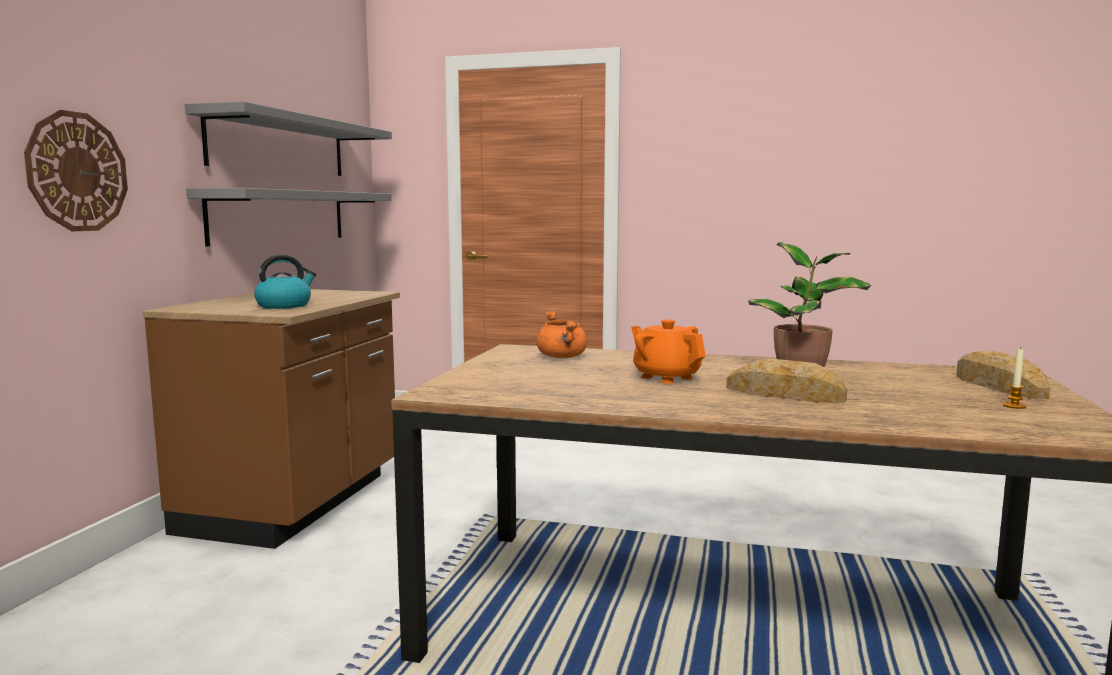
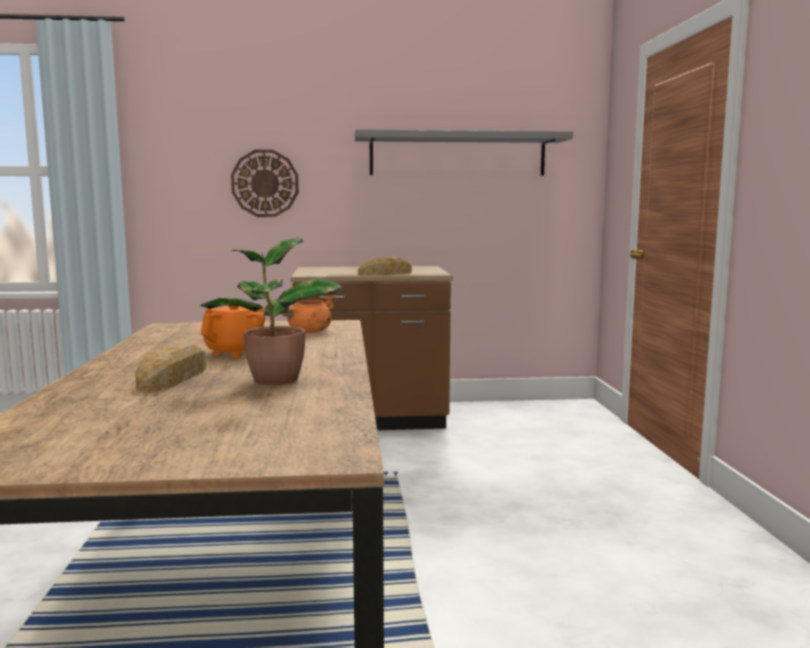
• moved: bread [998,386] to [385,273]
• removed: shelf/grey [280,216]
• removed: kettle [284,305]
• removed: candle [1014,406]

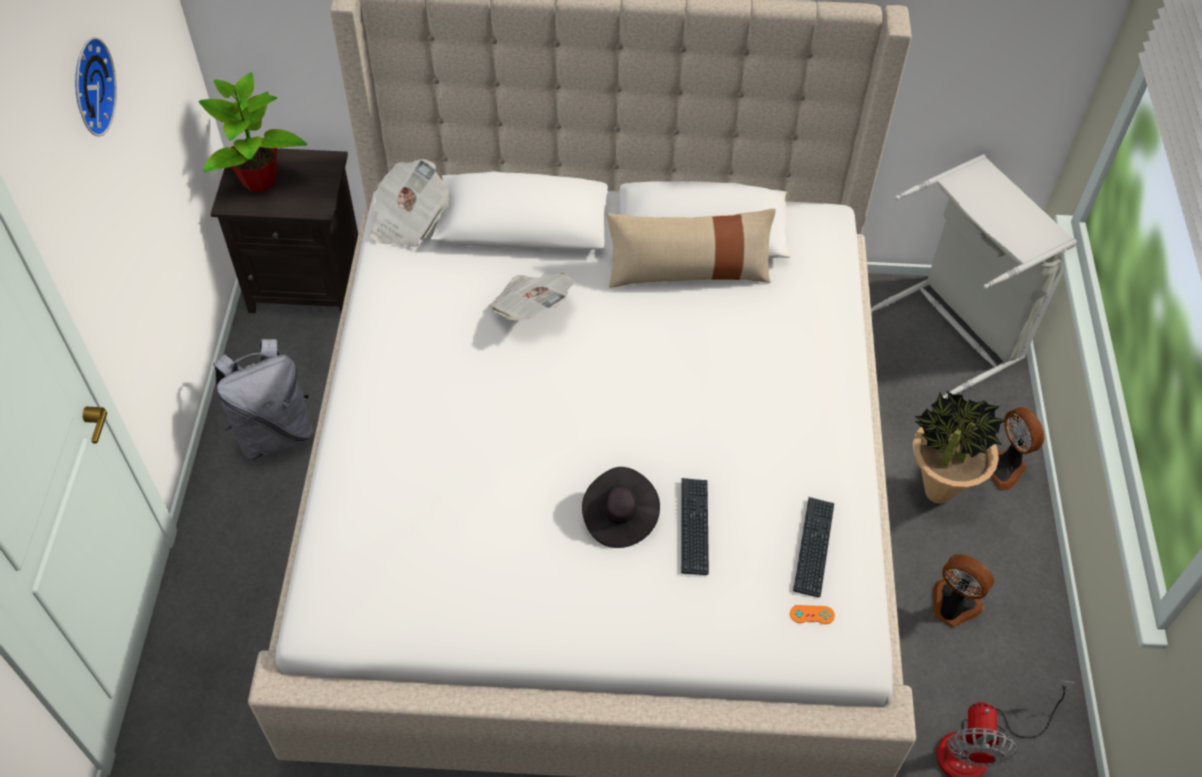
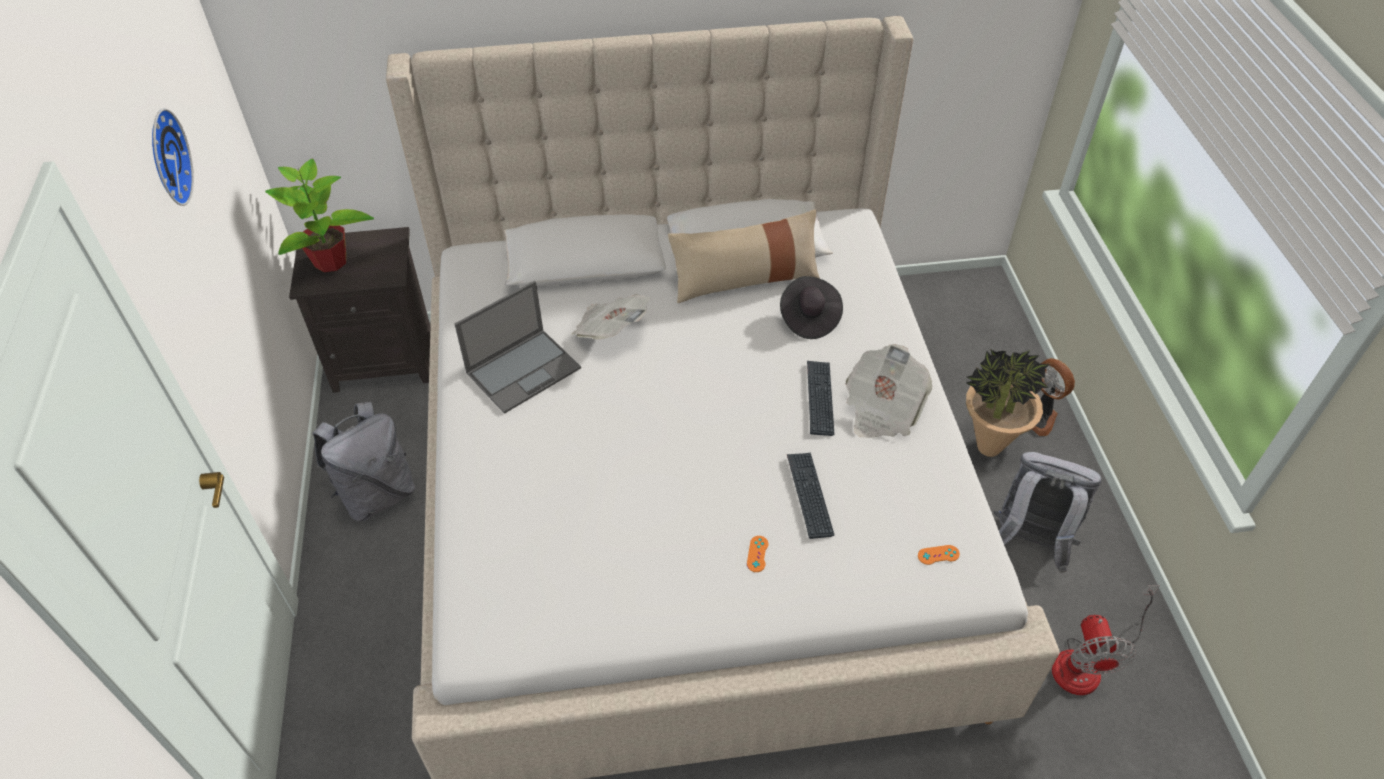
• added: laptop [524,370]
• added: game controller/orange [757,554]
• moved: hat/black [619,517] to [809,318]
• moved: keyboard [813,547] to [819,398]
• moved: newspaper [408,220] to [882,409]
• replaced: fan [952,606] to backpack/grey [1029,542]
• removed: laundry basket/grey [955,329]

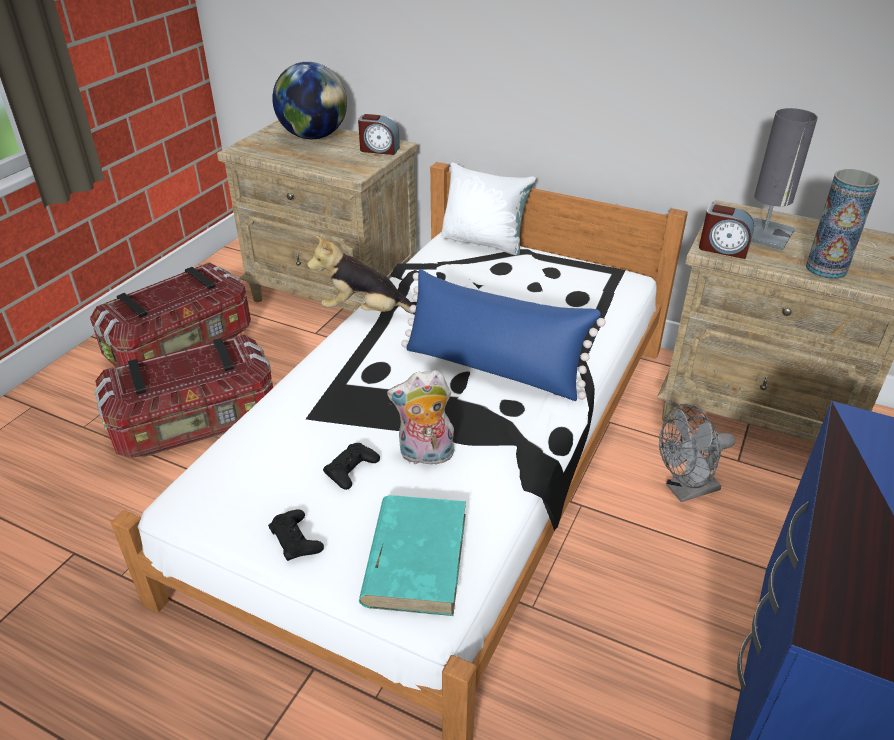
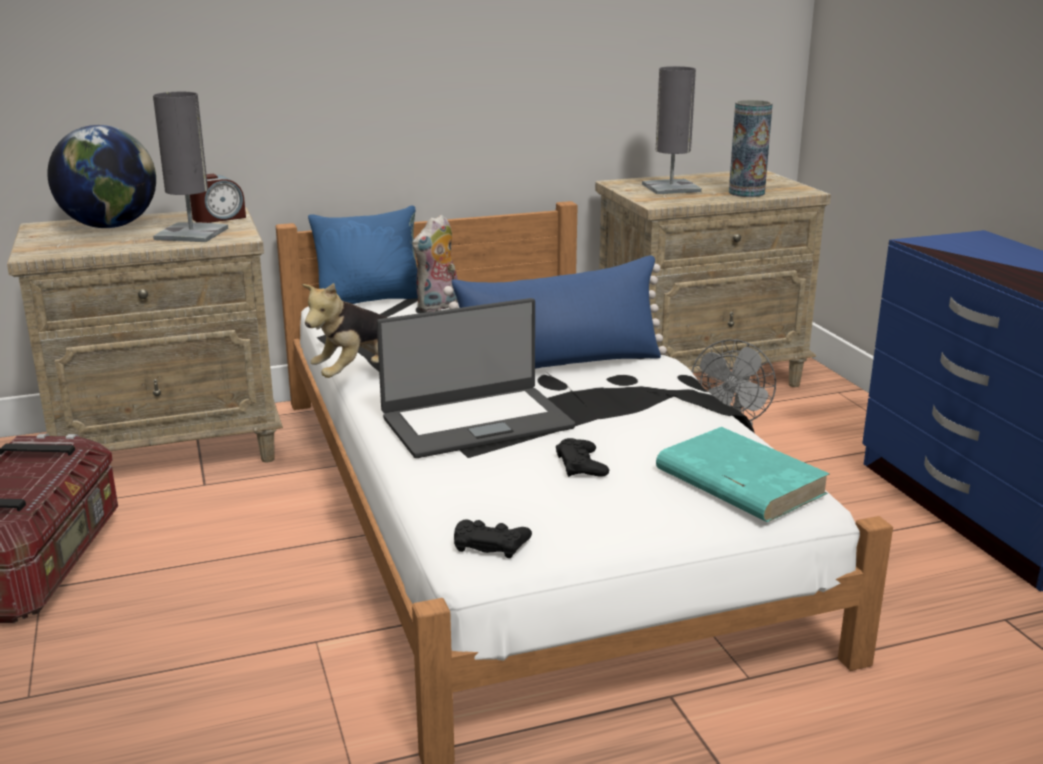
• added: table lamp/grey [191,234]
• recoloured: pillow/white [484,242] to pillow/blue [371,299]
• added: laptop [476,422]
• moved: plush toy [425,456] to [438,307]
• moved: game controller/black [296,539] to [490,544]
• removed: storage box [196,424]
• removed: alarm clock [723,249]

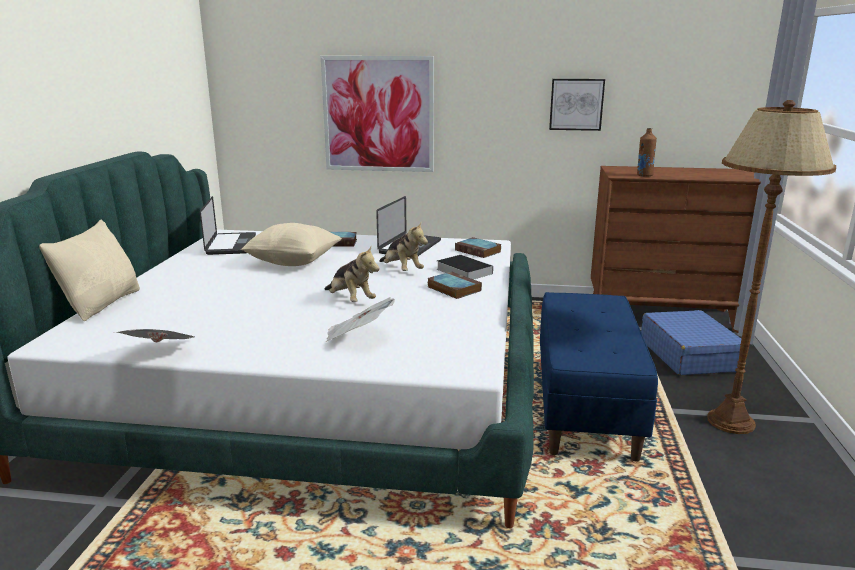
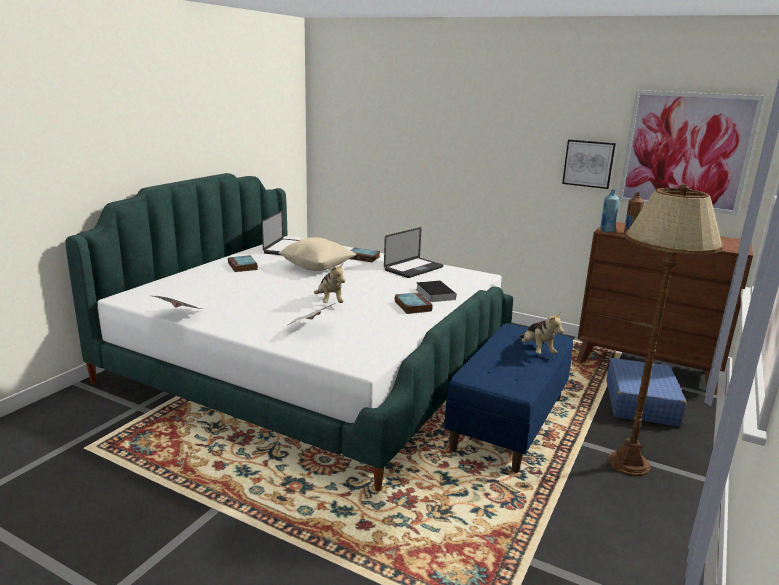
• moved: book [479,251] to [243,266]
• moved: plush toy [402,270] to [537,350]
• added: bottle/blue [607,231]
• moved: picture [378,114] to [686,151]
• removed: pillow/beige [101,304]

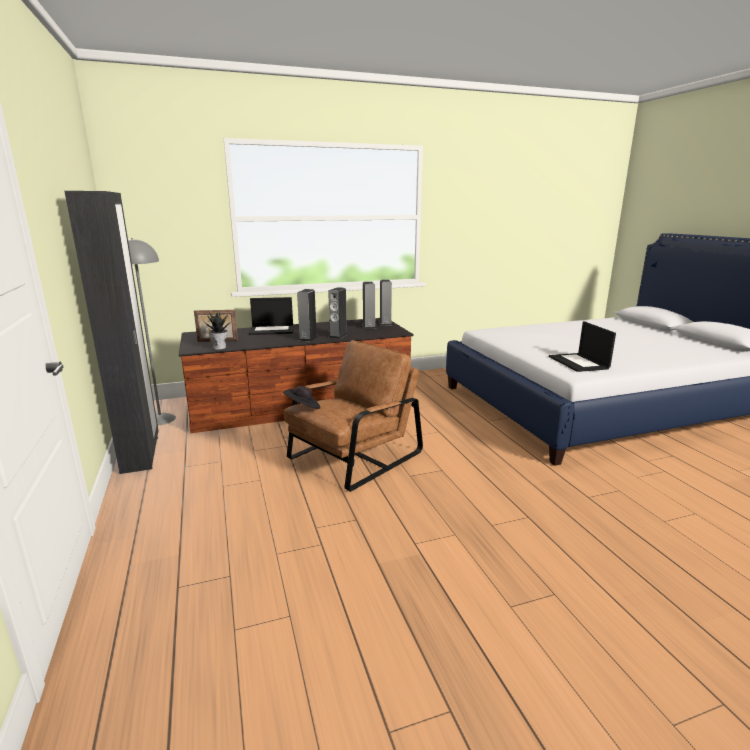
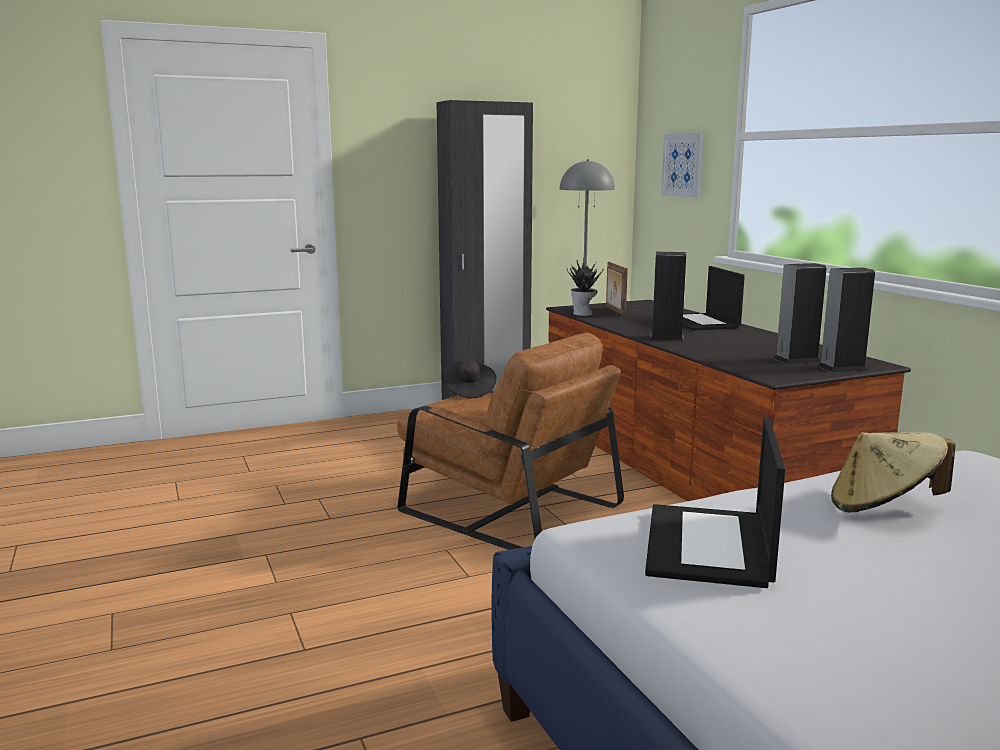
• turned: laptop [579,363] = [710,546] 60 degrees counterclockwise
• added: picture [683,165]
• added: hat/beige [883,507]
• removed: speaker [338,336]

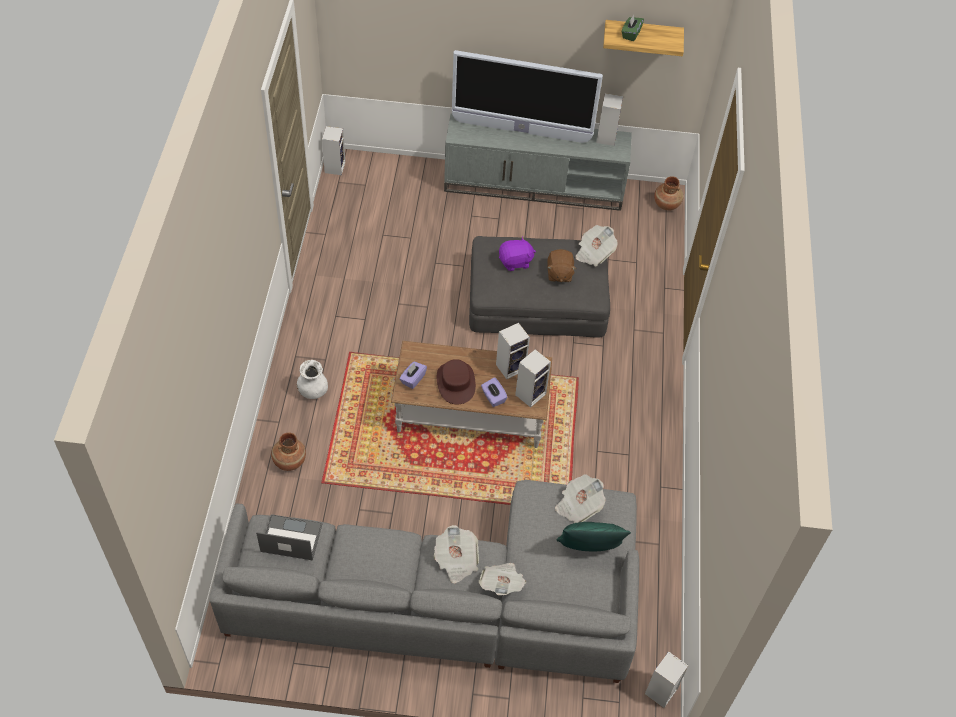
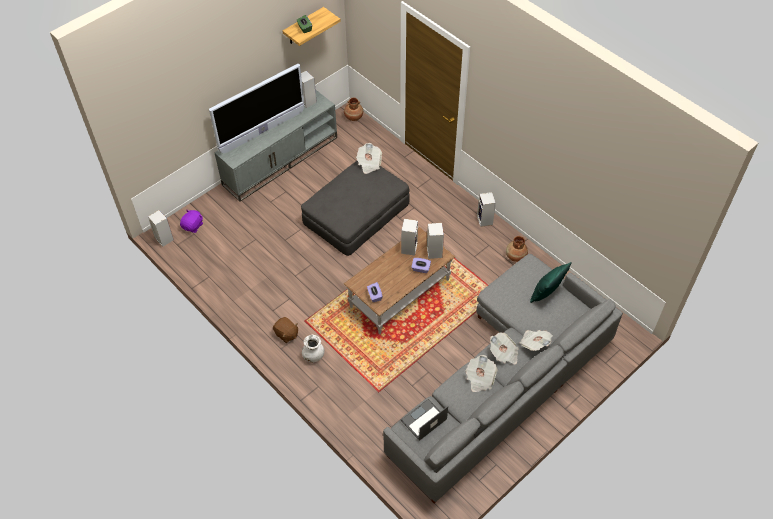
• moved: plush toy/purple [515,262] to [193,226]
• moved: plush toy/brown [559,273] to [286,334]
• moved: newspaper [578,505] to [480,378]
• moved: speaker [660,693] to [485,221]
• moved: vase/brown [289,461] to [515,256]
• removed: hat/brown [455,383]

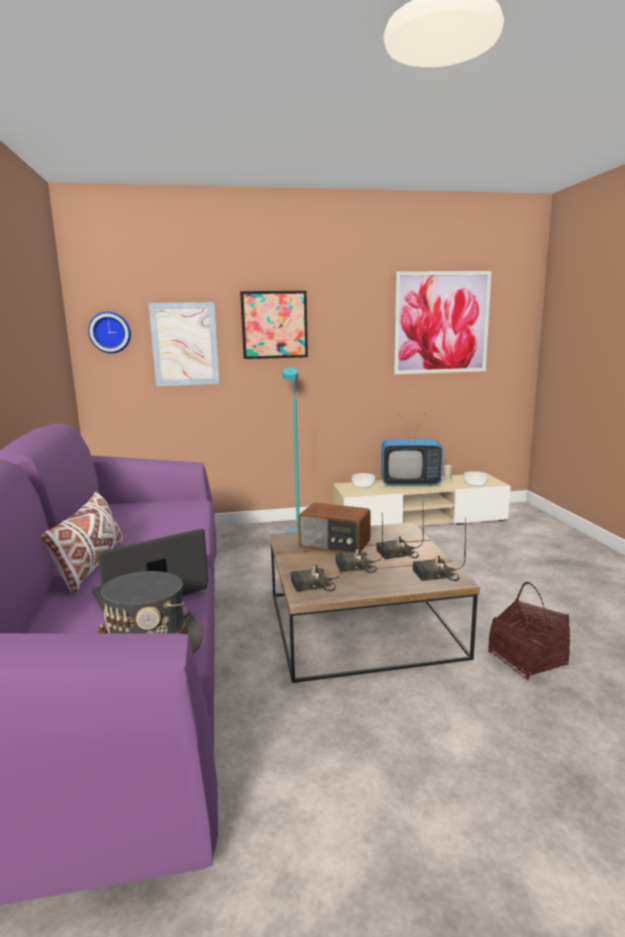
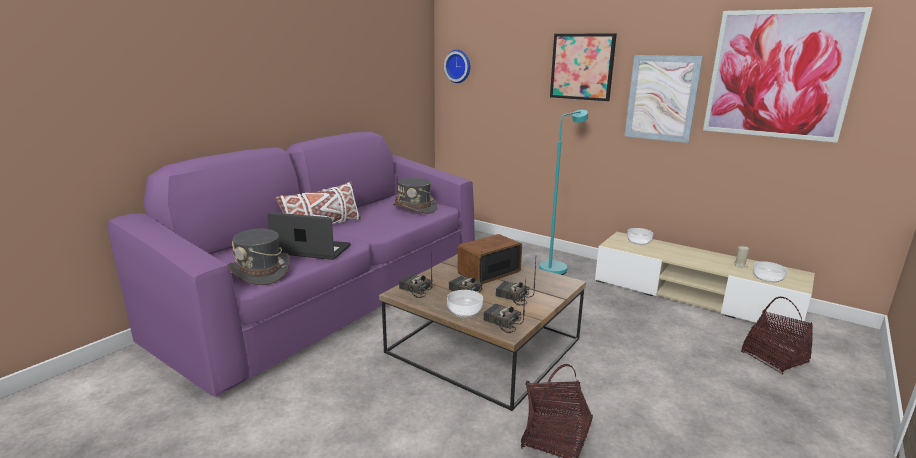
• added: hat/grey [415,208]
• added: bowl [465,311]
• turned: radio [334,544] = [488,272] 75 degrees clockwise
• moved: picture [185,344] to [661,98]
• added: basket [774,357]
• removed: television [410,483]

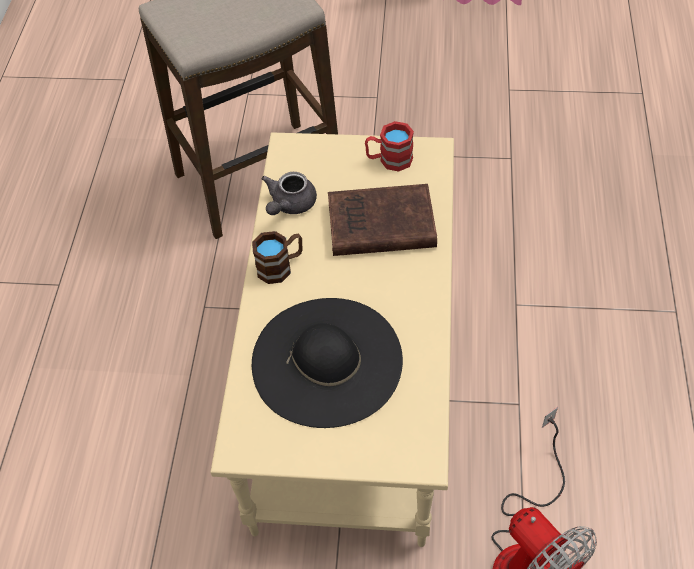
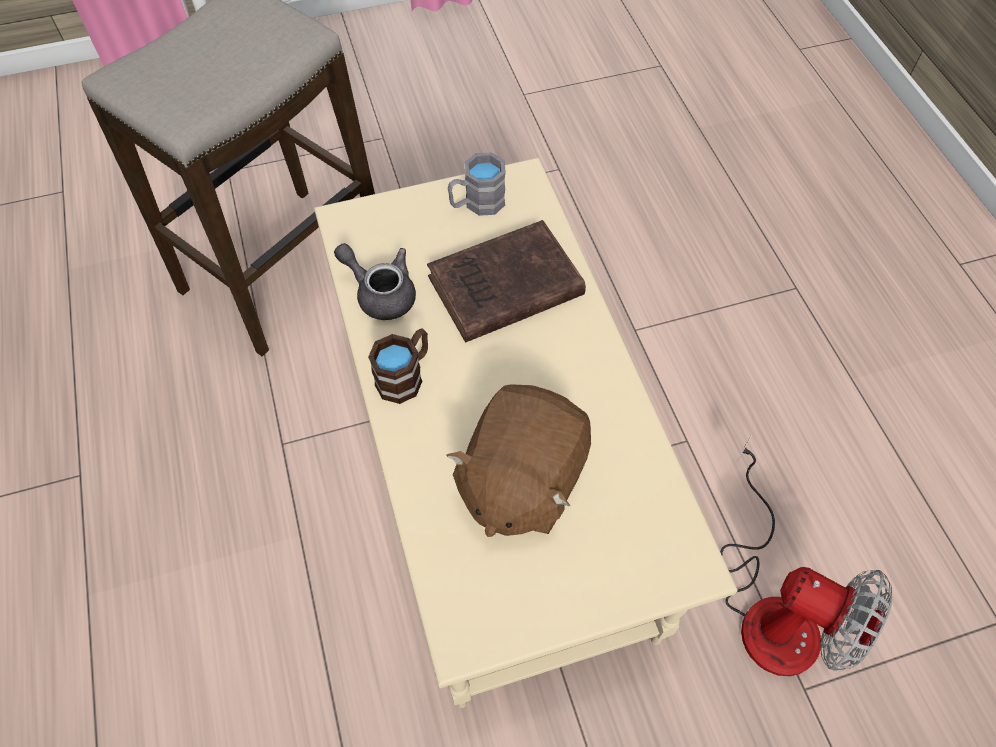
• turned: teapot/grey [289,205] = [381,293] 120 degrees clockwise
• replaced: hat/black [327,361] to plush toy/brown [520,480]
• recoloured: mug/red [389,160] to mug/grey [477,203]

